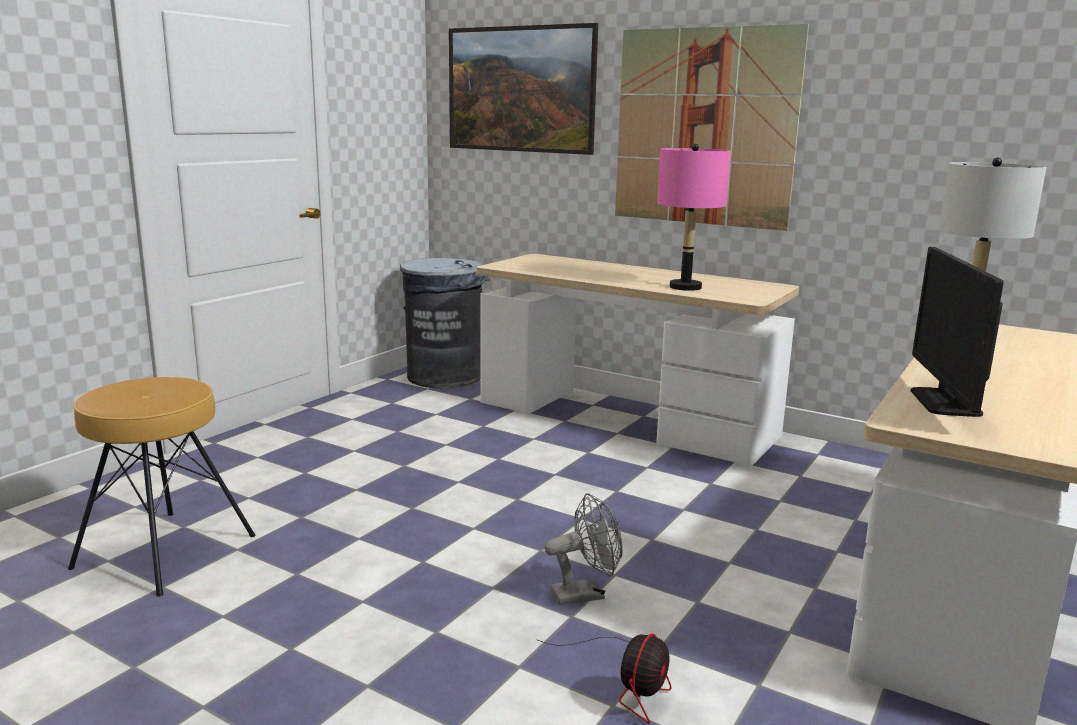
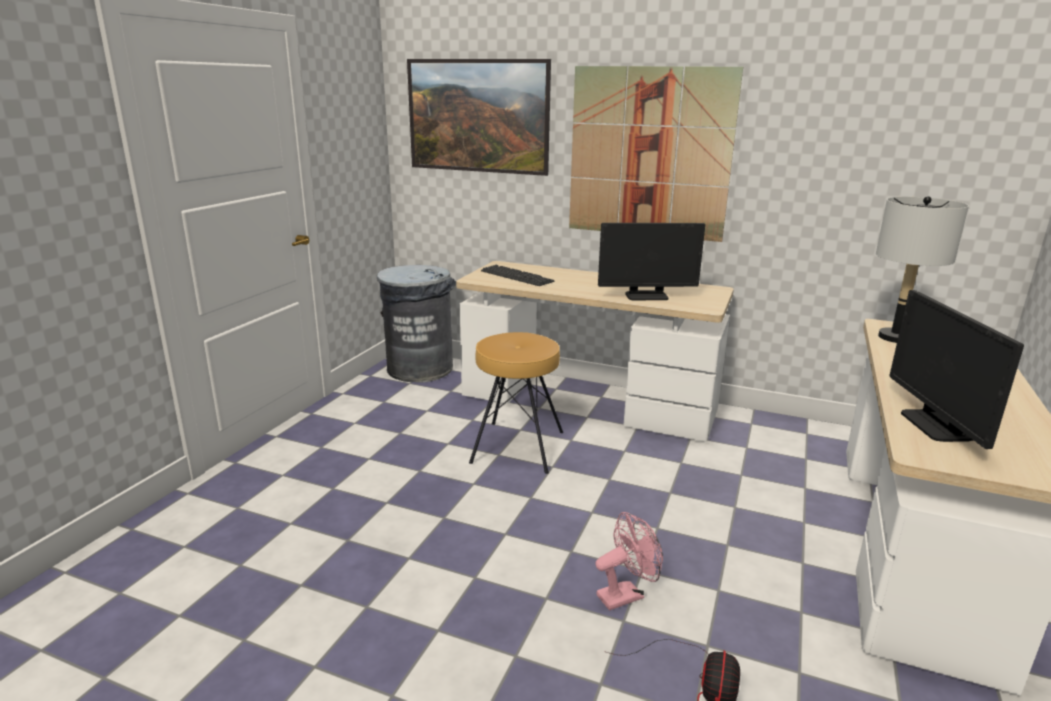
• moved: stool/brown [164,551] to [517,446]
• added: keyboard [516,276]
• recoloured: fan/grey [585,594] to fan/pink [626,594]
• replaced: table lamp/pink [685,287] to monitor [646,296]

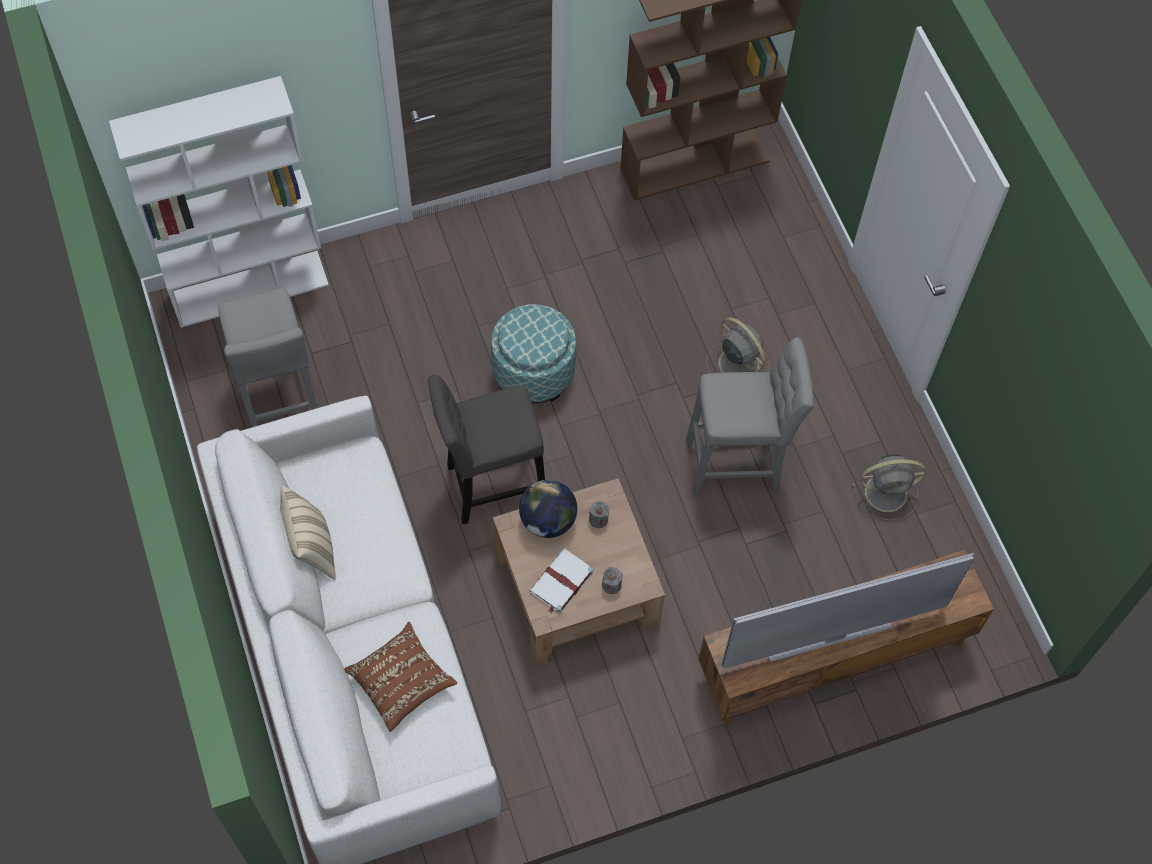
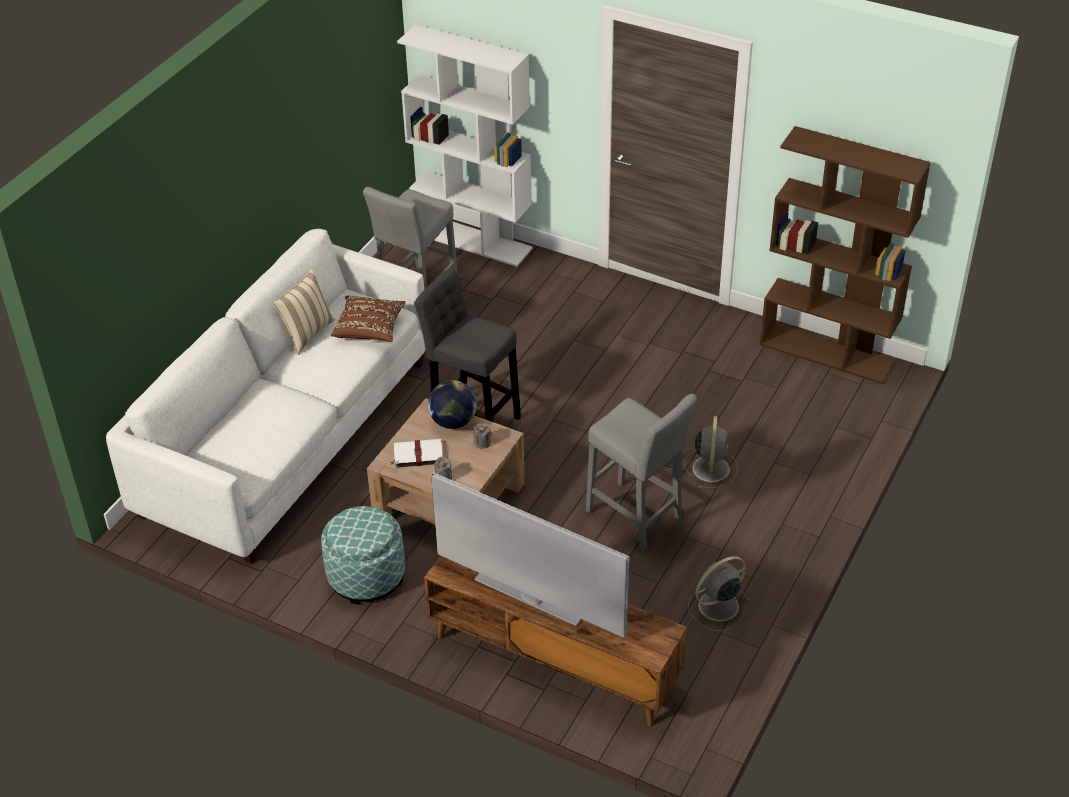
• moved: ottoman [533,371] to [366,576]
• moved: pillow/brown [401,682] to [369,328]
• turned: fan/grey [888,492] = [717,607] 105 degrees clockwise

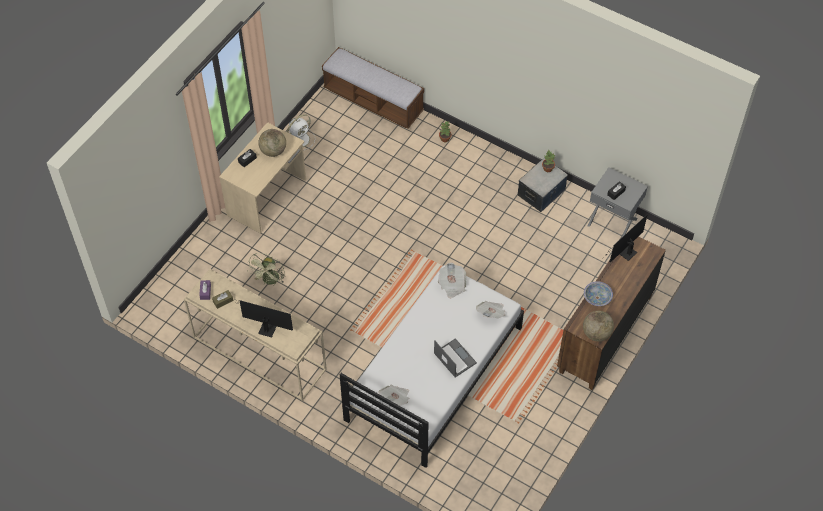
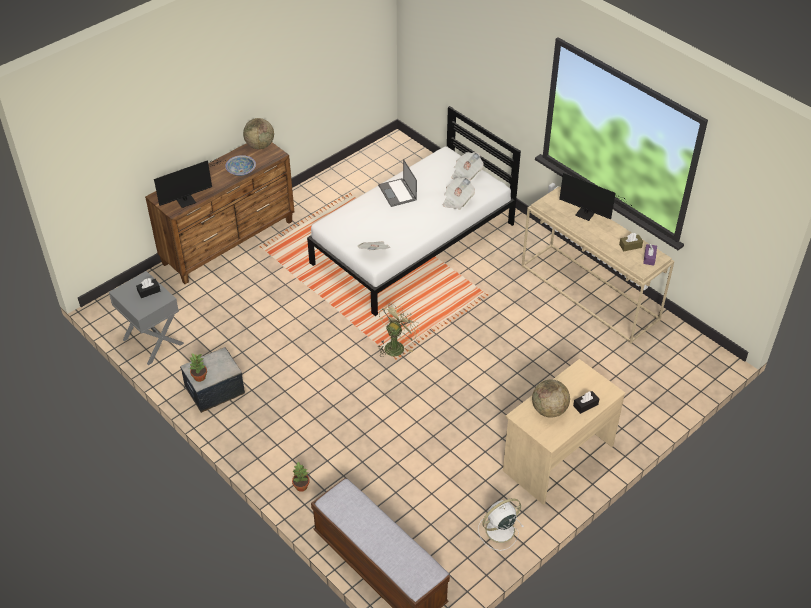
• moved: fan/green [270,281] to [396,345]
• moved: newspaper [491,313] to [457,200]

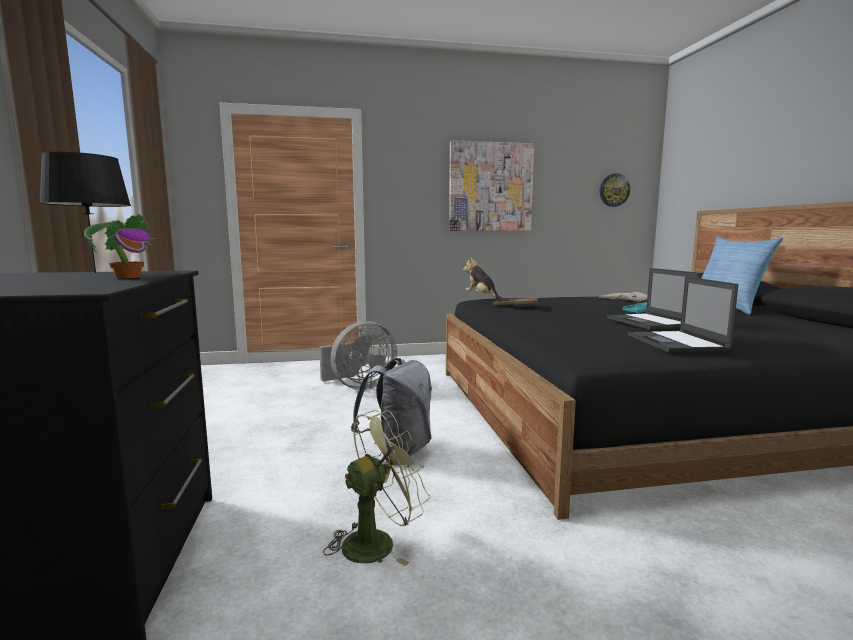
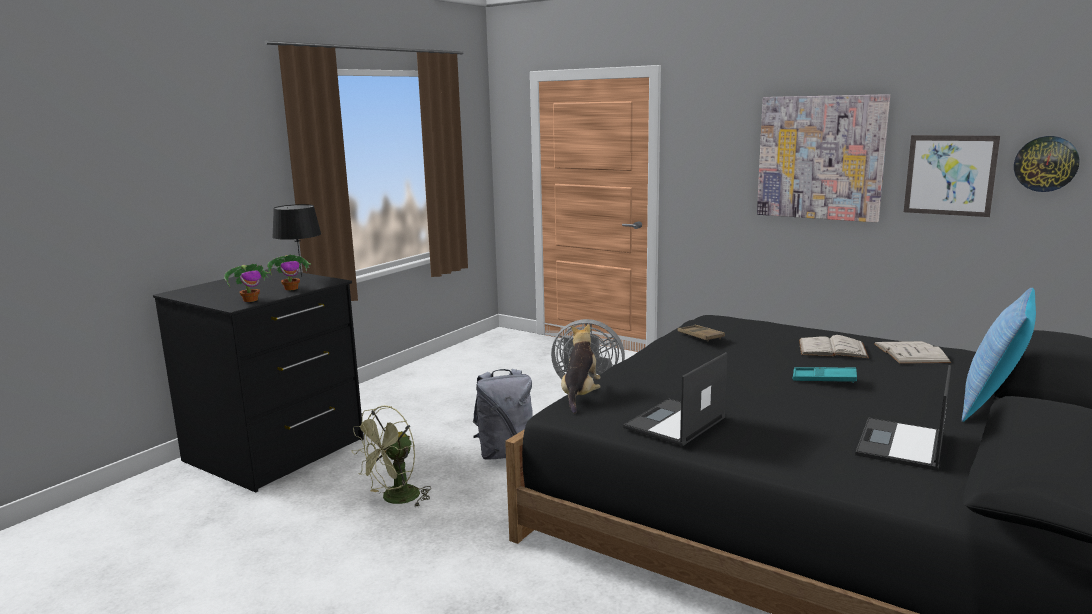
• added: potted plant [251,300]
• turned: fan/green [377,541] = [395,499] 120 degrees clockwise
• moved: plush toy [482,297] to [580,395]
• added: book/white [832,349]
• moved: laptop [649,322] to [901,445]
• added: picture [950,175]

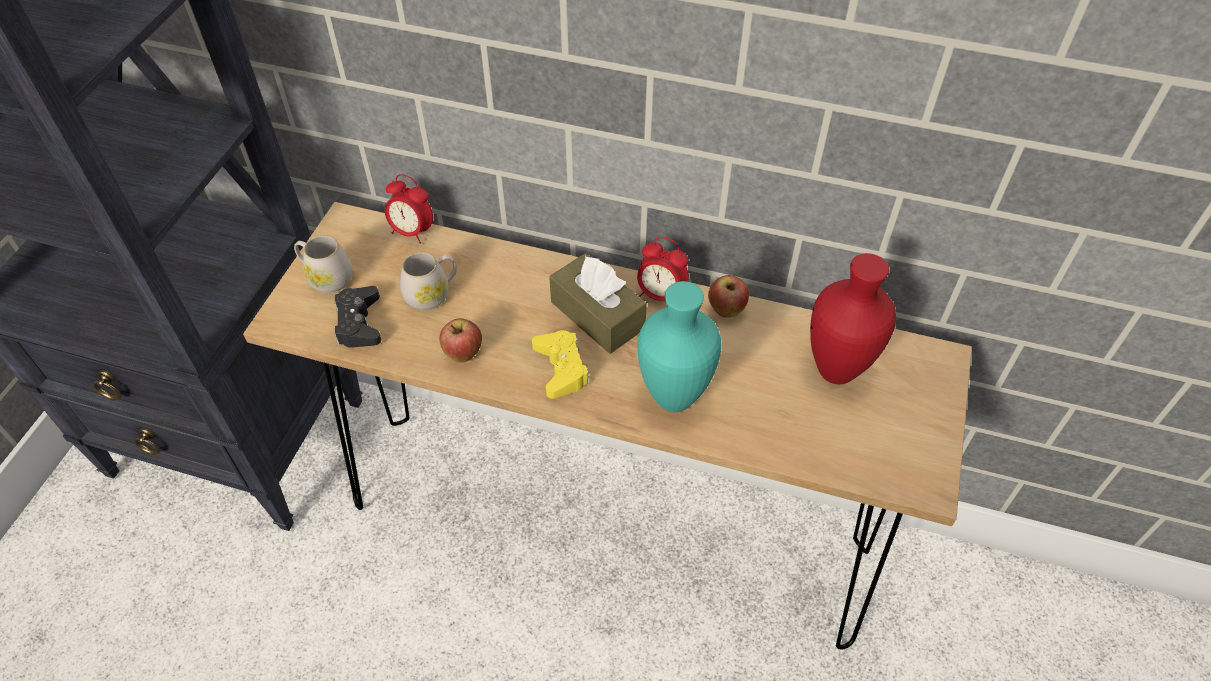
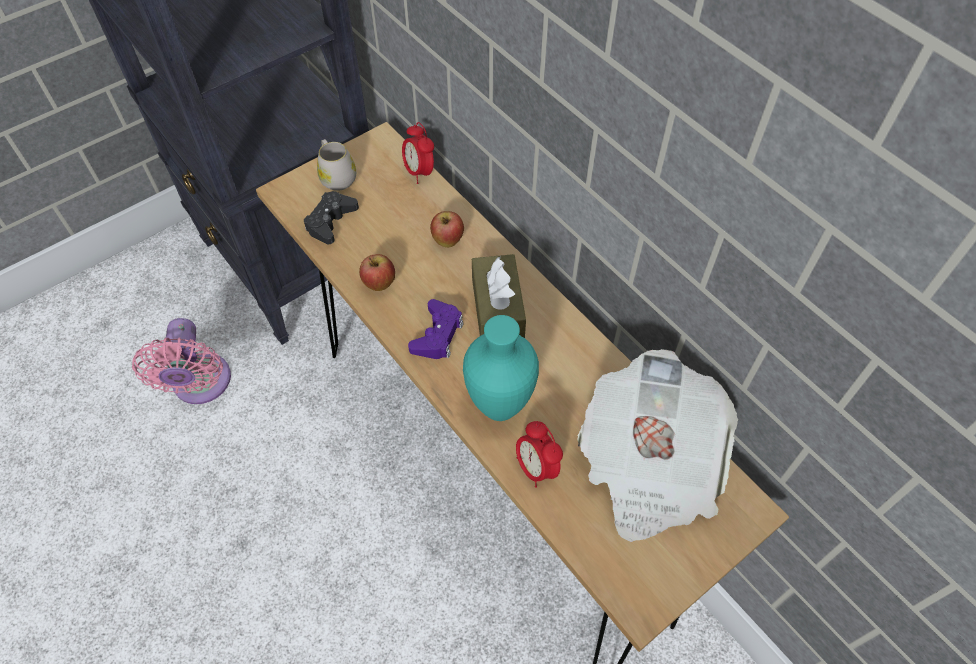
• added: fan/pink [201,385]
• recoloured: game controller/yellow [561,368] to game controller/purple [437,335]
• moved: apple [726,311] to [448,241]
• moved: alarm clock [660,295] to [536,467]
• replaced: vase/red [838,372] to newspaper [648,466]
• removed: mug/white [432,294]

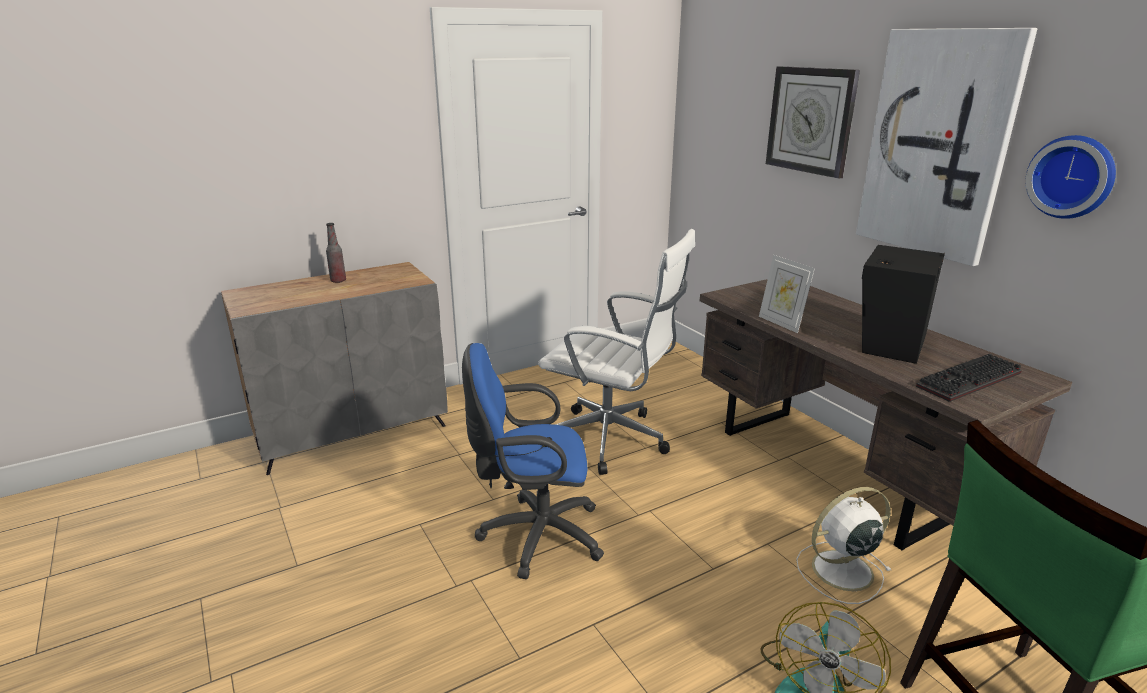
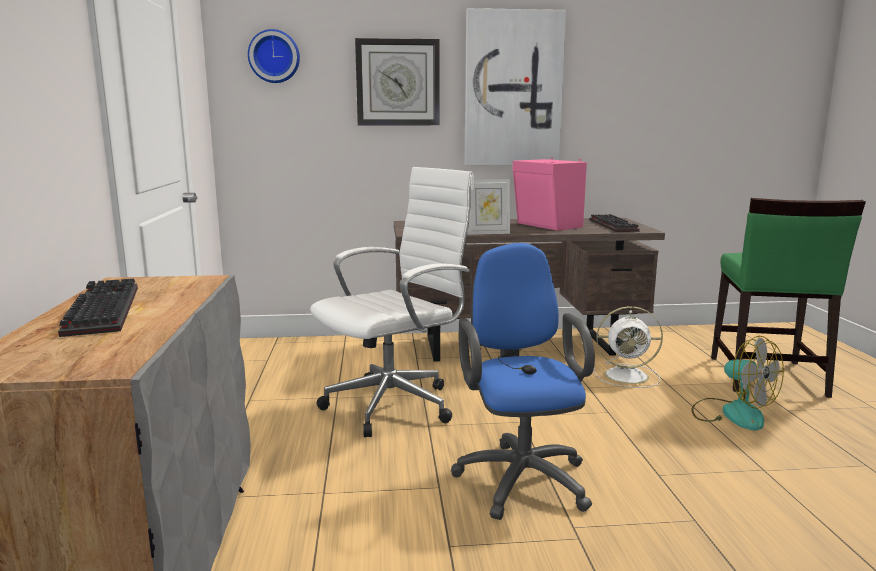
• replaced: bottle [338,281] to keyboard [100,309]
• moved: wall clock [1072,176] to [274,56]
• turned: office chair/blue [534,535] = [520,476] 150 degrees clockwise
• recoloured: speaker/black [889,343] to speaker/pink [548,225]
• turned: fan/white [840,571] = [628,376] 90 degrees counterclockwise

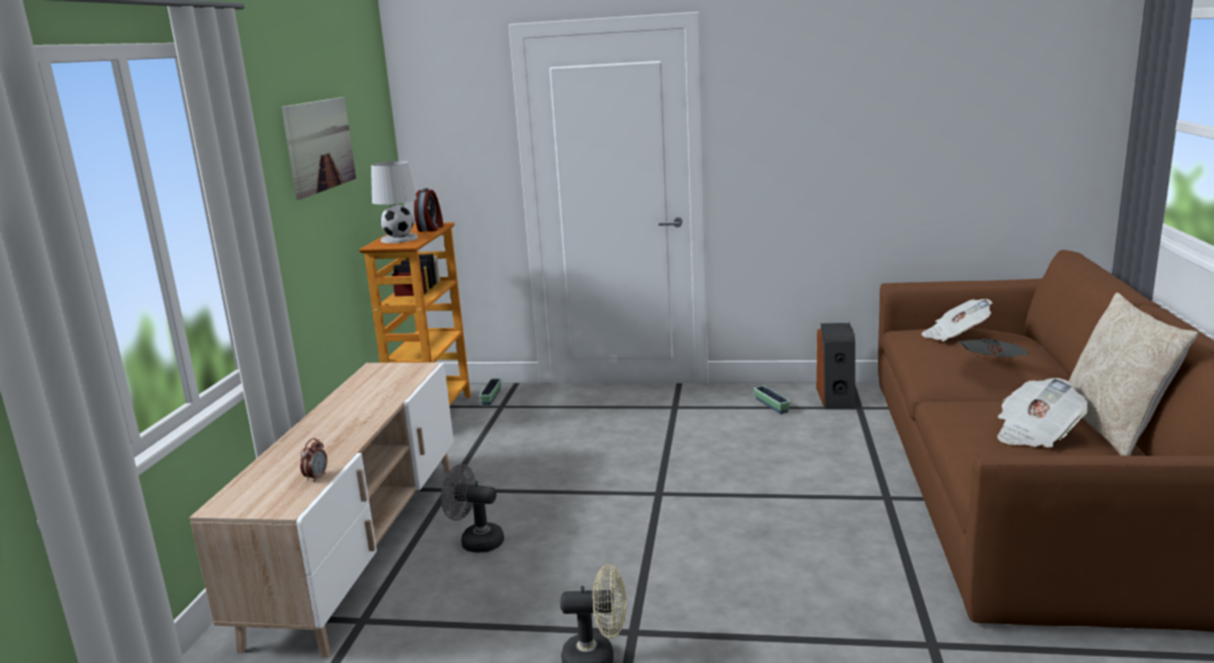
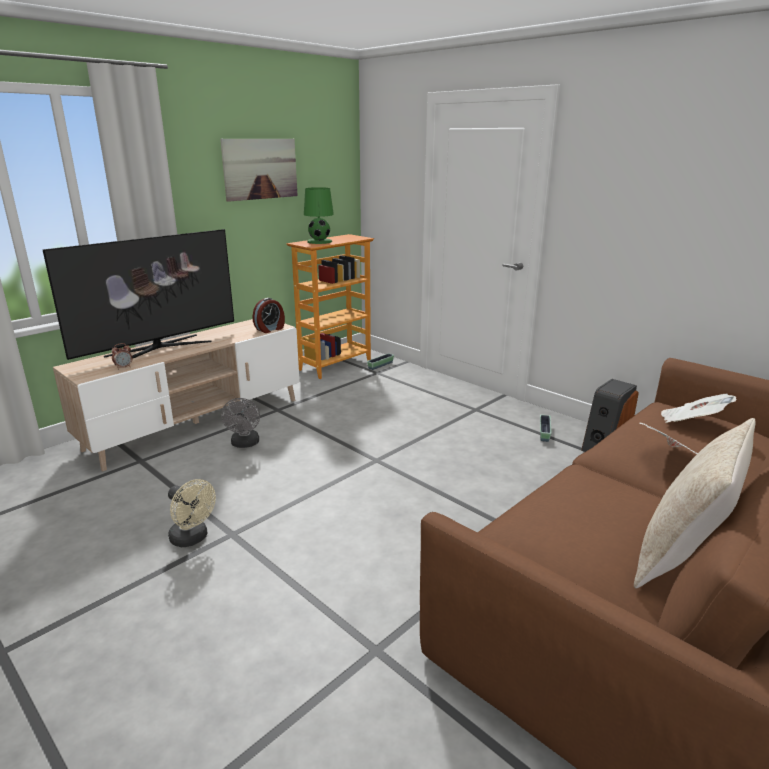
• added: television [158,349]
• turned: fan/grey [475,541] = [245,444] 150 degrees counterclockwise
• moved: alarm clock [431,228] to [270,329]
• recoloured: table lamp/white [399,239] to table lamp/green [319,241]
• removed: newspaper [1035,434]

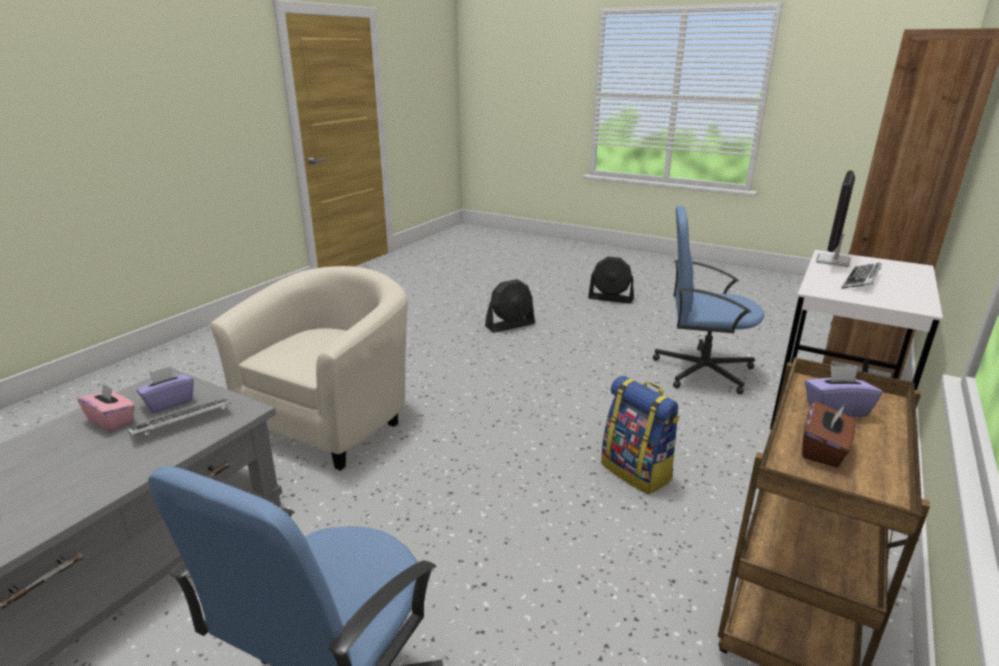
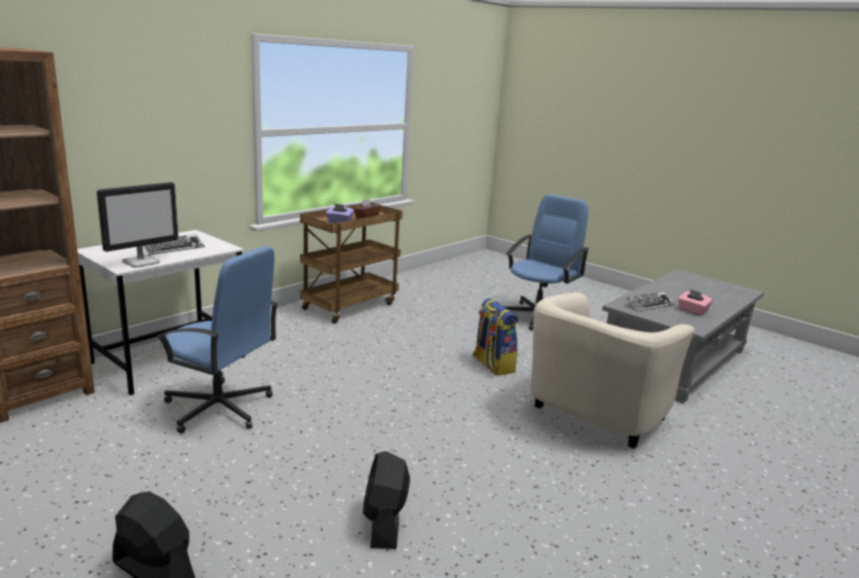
• turned: fan/black [510,325] = [384,523] 75 degrees counterclockwise
• moved: backpack [637,471] to [492,365]
• removed: tissue box/purple [169,403]

